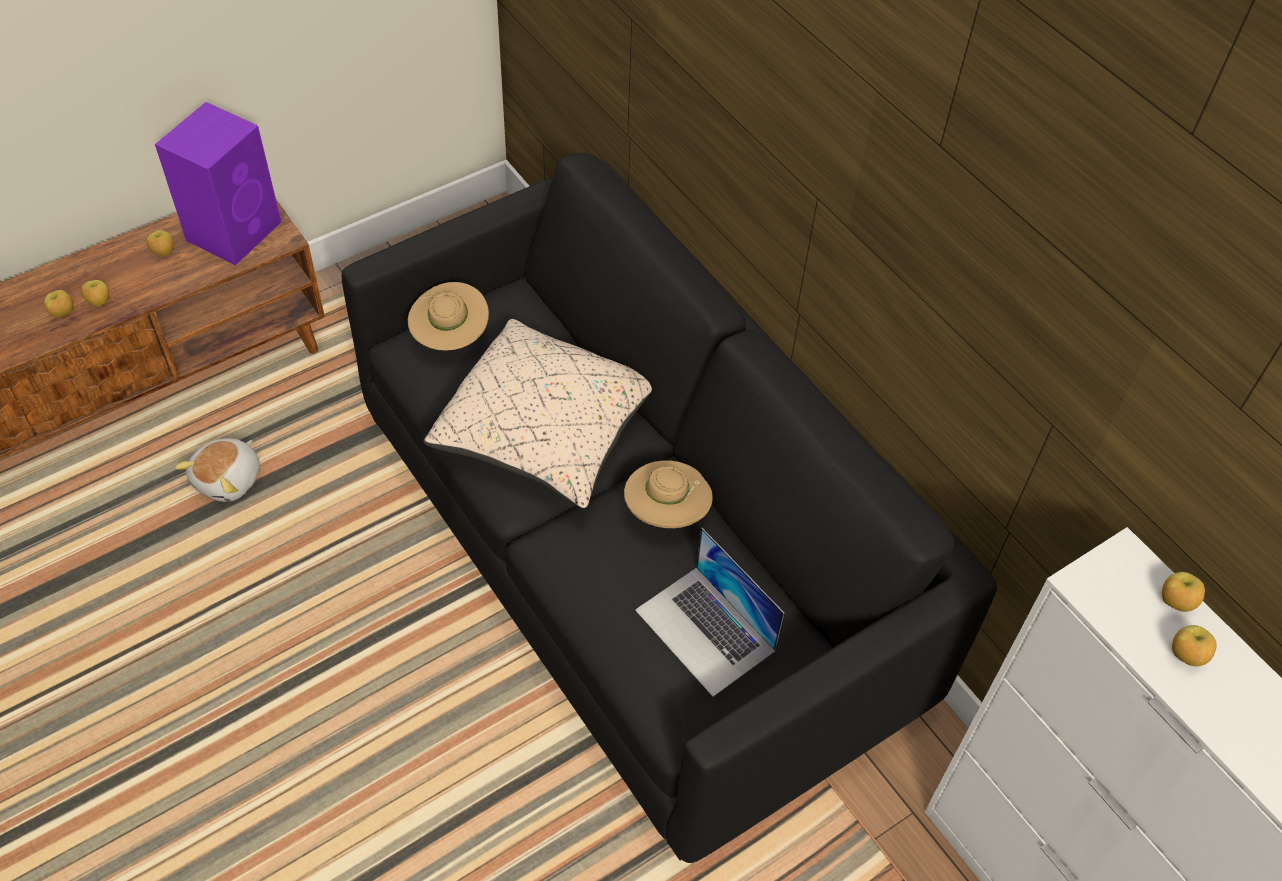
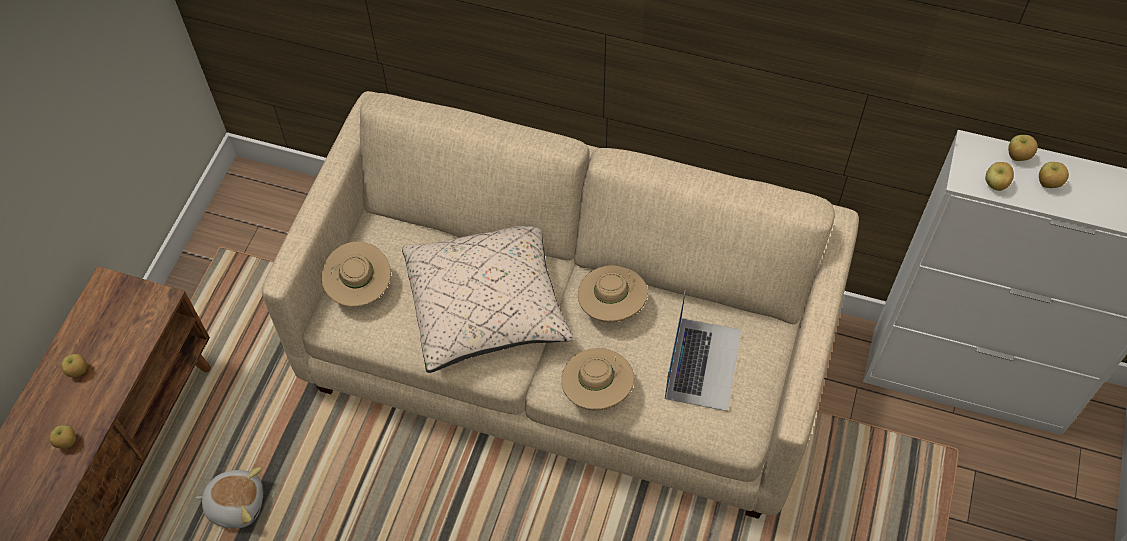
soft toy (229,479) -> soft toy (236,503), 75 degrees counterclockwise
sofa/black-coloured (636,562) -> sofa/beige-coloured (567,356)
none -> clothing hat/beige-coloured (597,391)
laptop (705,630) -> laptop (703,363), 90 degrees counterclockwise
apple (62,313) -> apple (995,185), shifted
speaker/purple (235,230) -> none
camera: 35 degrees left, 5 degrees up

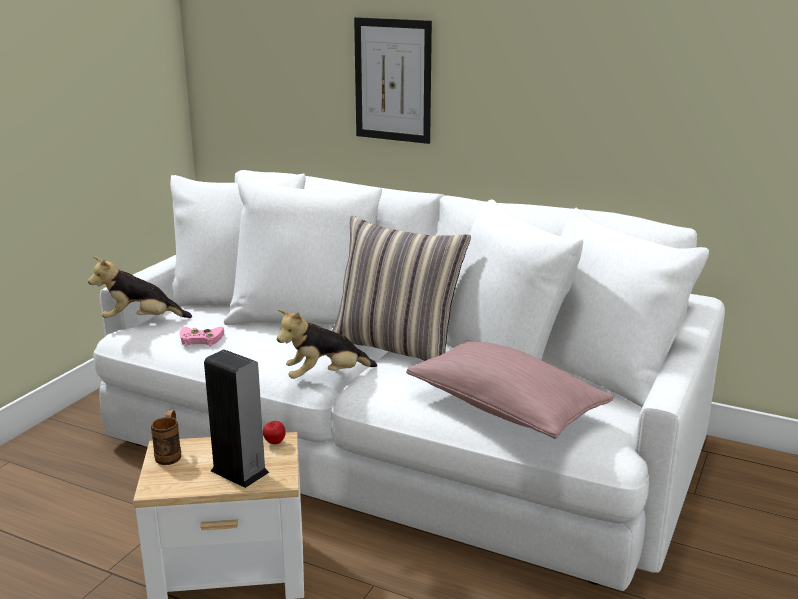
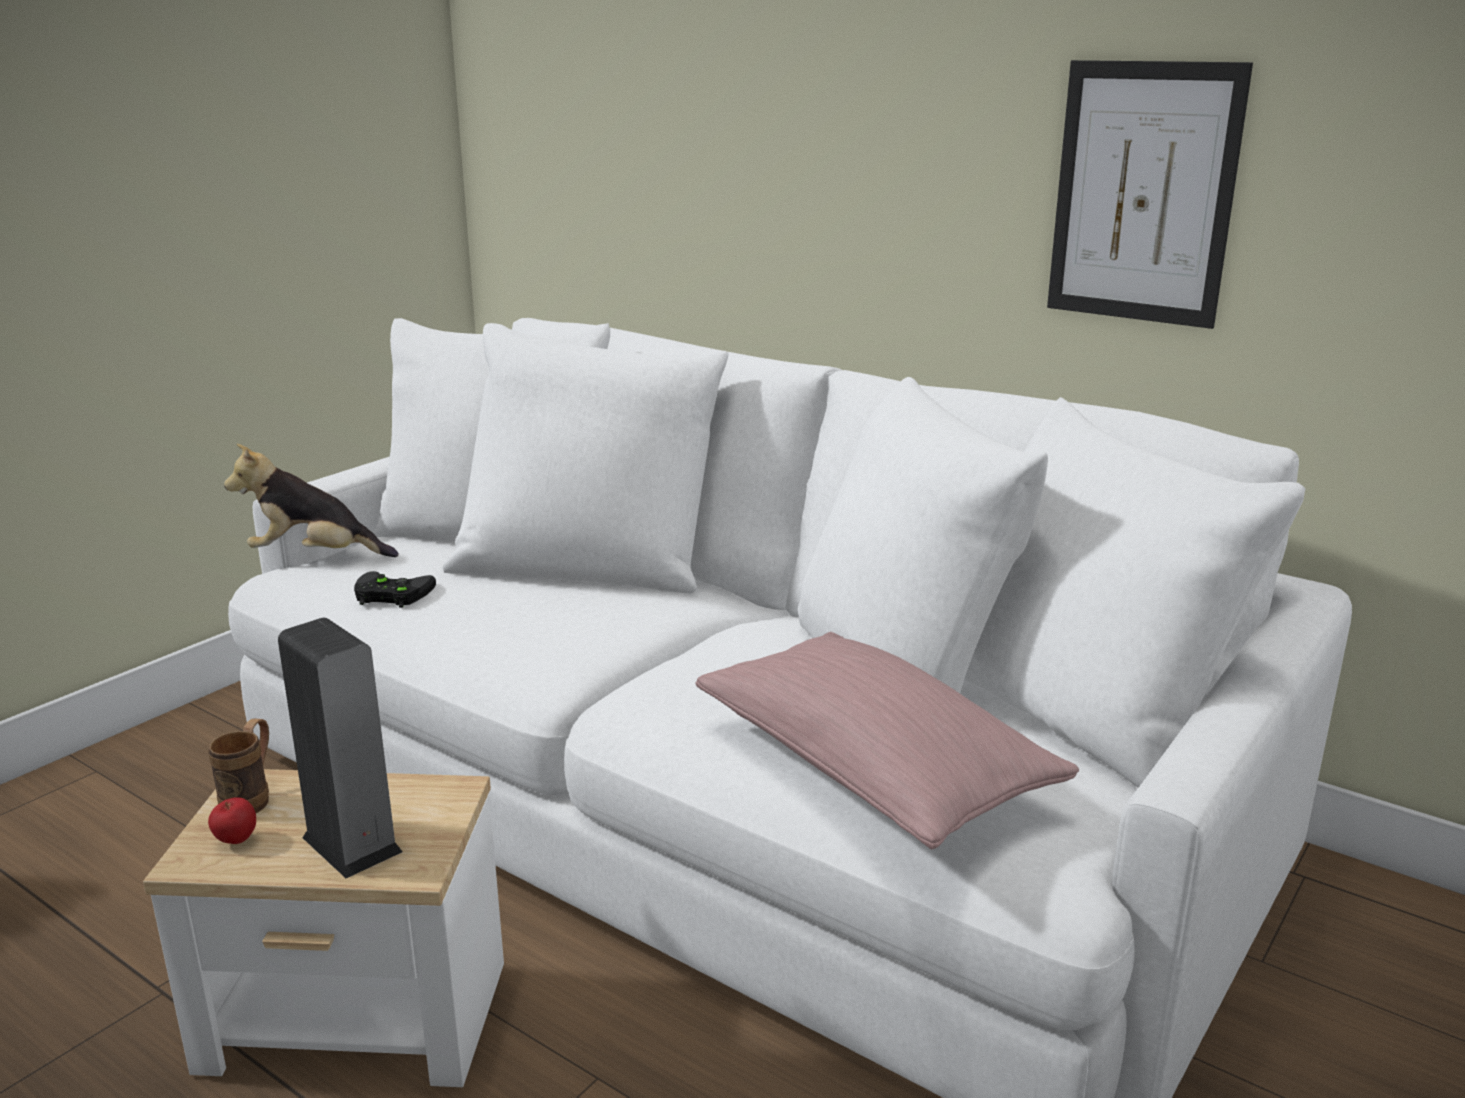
apple (274,443) -> apple (236,841), shifted
joypad/pinkish (199,339) -> joypad/black-coloured (390,594)
wall picture (393,80) -> wall picture (1143,194), shifted
soft toy (325,376) -> none
throw pillow (397,346) -> none
camera: 10 degrees right, 0 degrees up

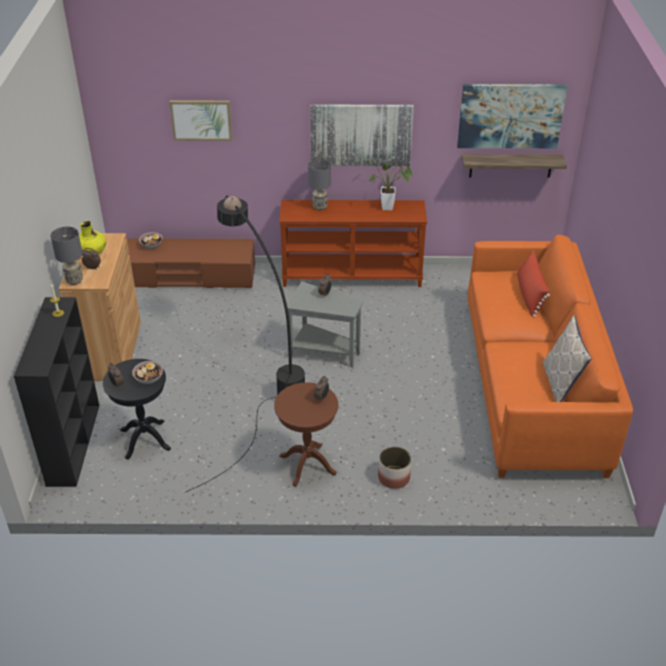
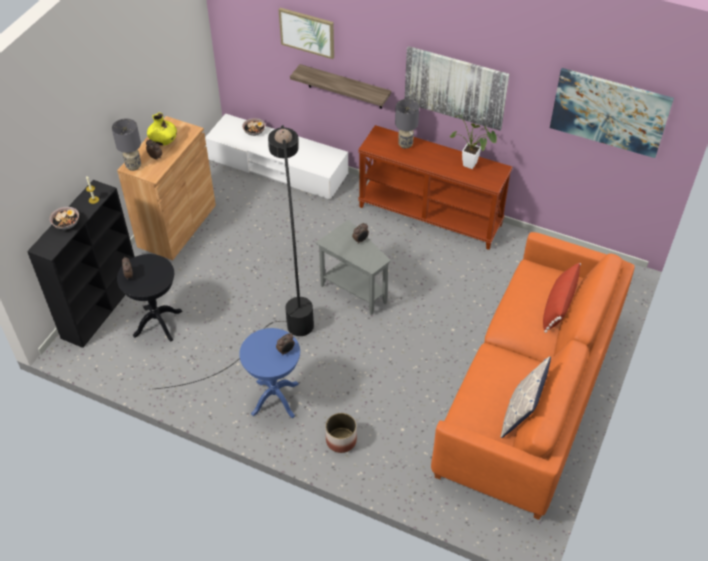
serving bowl (149,378) -> serving bowl (66,223), shifted
tv stand/brown-coloured (183,276) -> tv stand/white-coloured (277,167)
accent table/brown-coloured (307,464) -> accent table/bluish (275,399)
shelf (510,165) -> shelf (345,87), shifted
camera: 25 degrees right, 10 degrees up

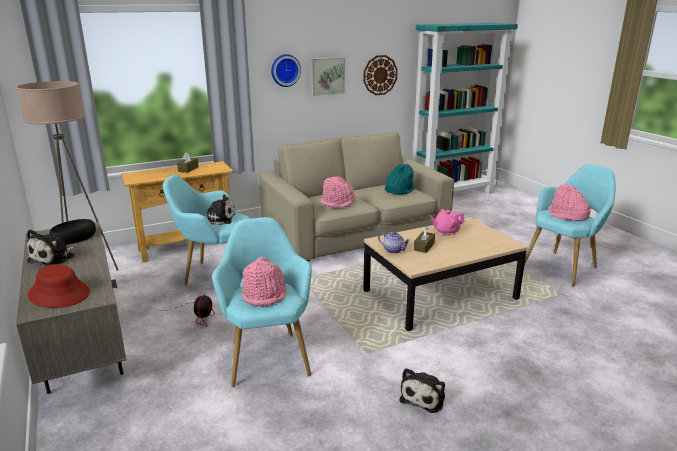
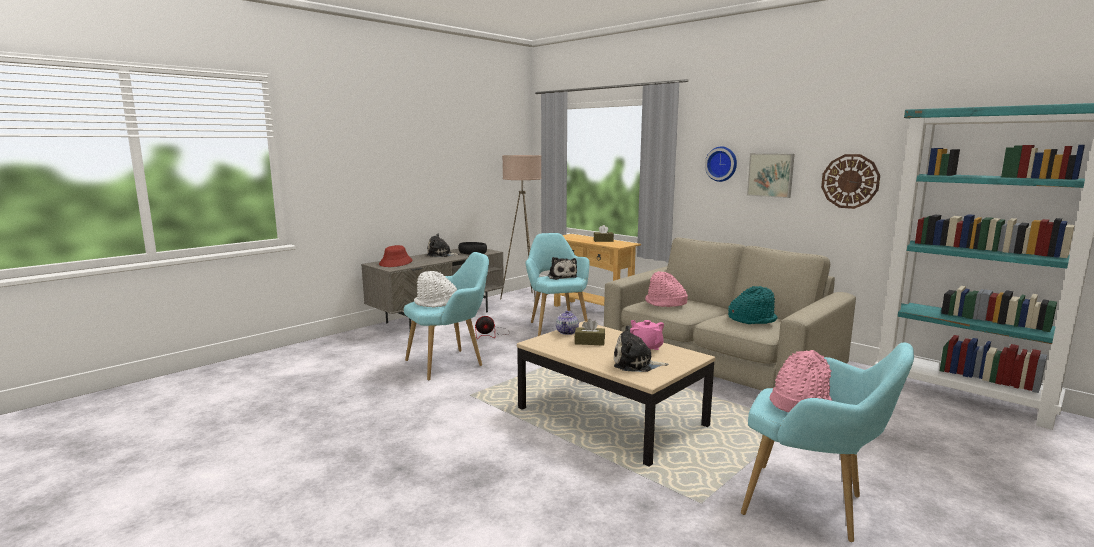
clothing hat/pinkish (264,295) -> clothing hat/white-coloured (436,303)
soft toy (424,397) -> soft toy (636,364), shifted
camera: 70 degrees right, 10 degrees down

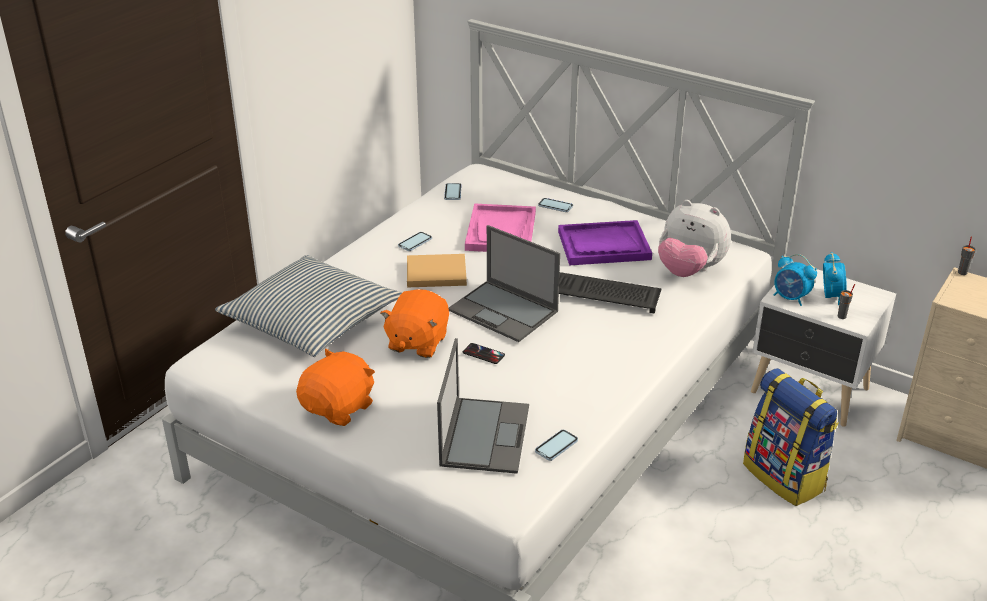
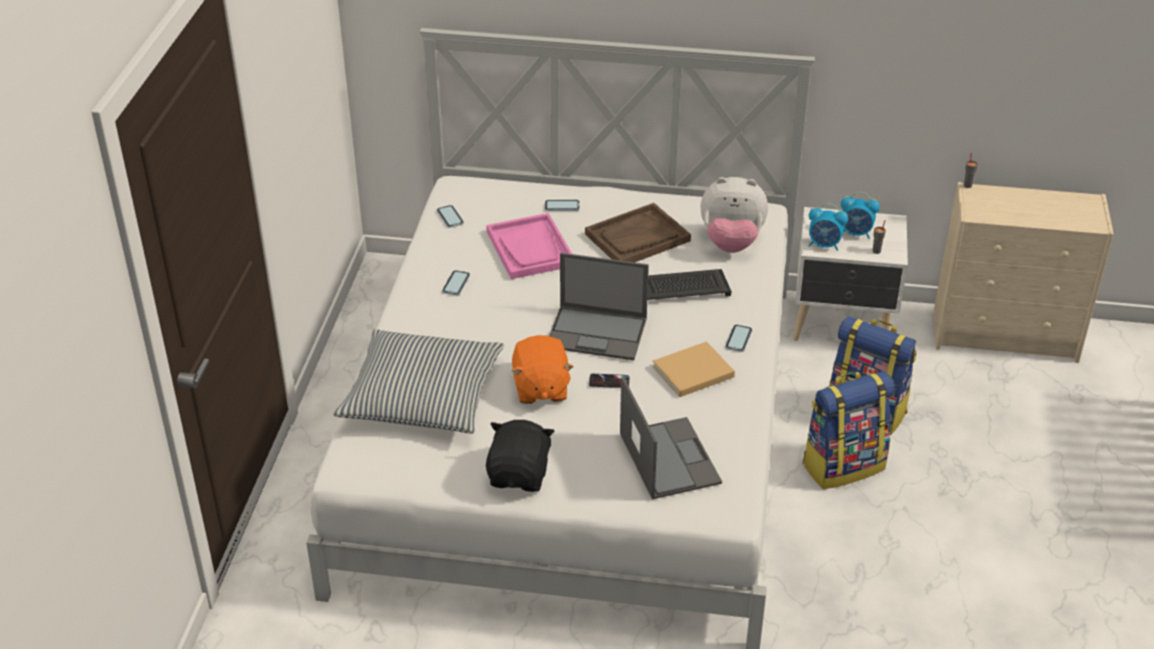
soft toy/orange-coloured (339,408) -> soft toy/black-coloured (520,475)
carrying tray/purple (603,245) -> carrying tray/brown-coloured (637,238)
book/beige-coloured (434,273) -> book/beige-coloured (691,372), shifted
handset (556,446) -> handset (738,339), shifted
none -> knapsack (843,465)
alarm clock (831,296) -> alarm clock (856,233), 120 degrees clockwise
camera: 25 degrees left, 5 degrees up

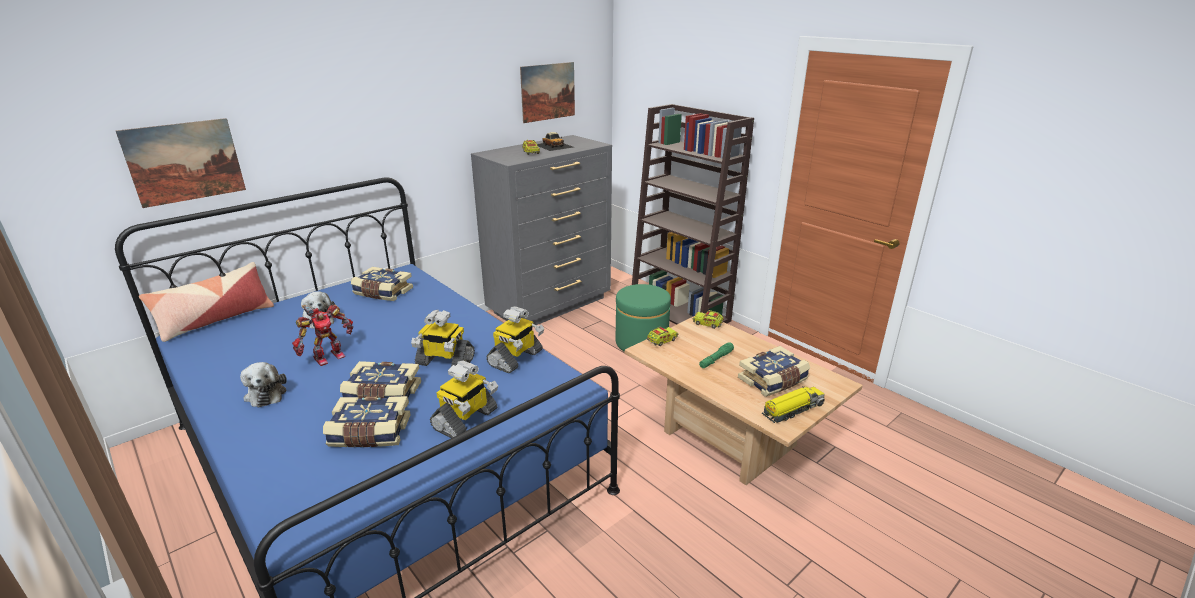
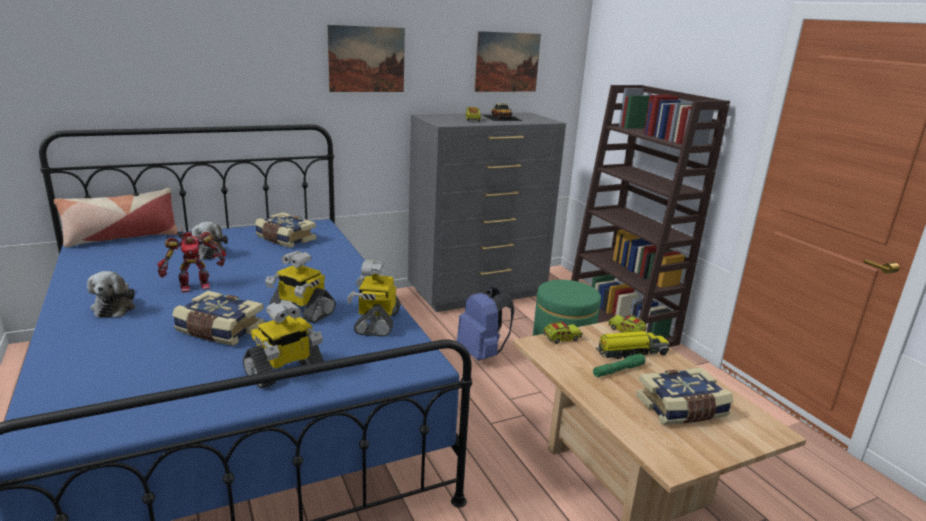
wall picture (185,162) -> wall picture (366,59), shifted
model robot (516,359) -> model robot (376,322), 135 degrees clockwise
none -> knapsack/bluish (482,354)
toy truck (792,410) -> toy truck (631,352), shifted
book (370,433) -> none
camera: 15 degrees right, 5 degrees down

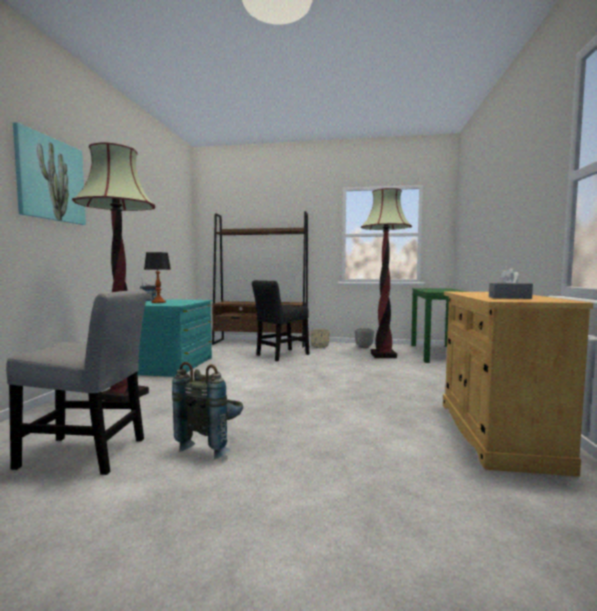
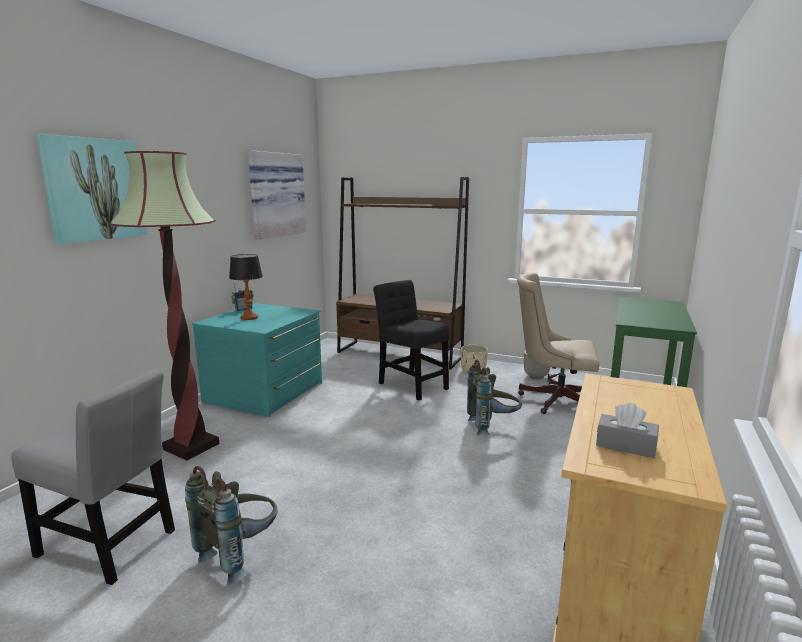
none -> wall picture (275,195)
upright chair/black-coloured (281,355) -> upright chair/black-coloured (411,385), 75 degrees clockwise
none -> knapsack/grey (493,427)
standard lamp (383,355) -> desk chair/beige-coloured (553,399)
camera: 15 degrees right, 10 degrees up

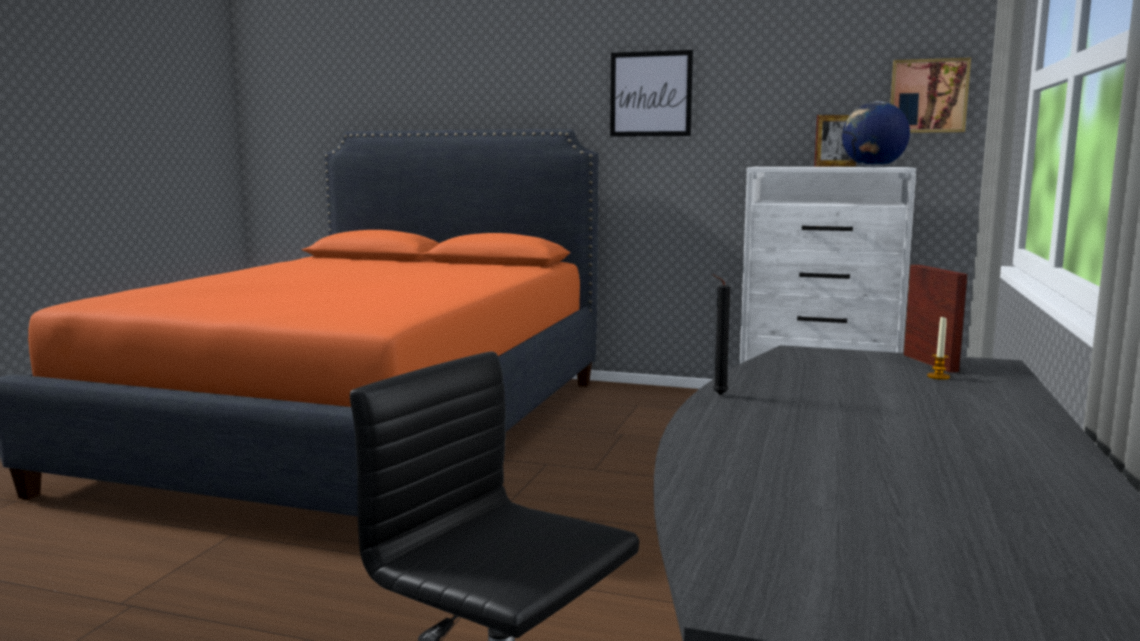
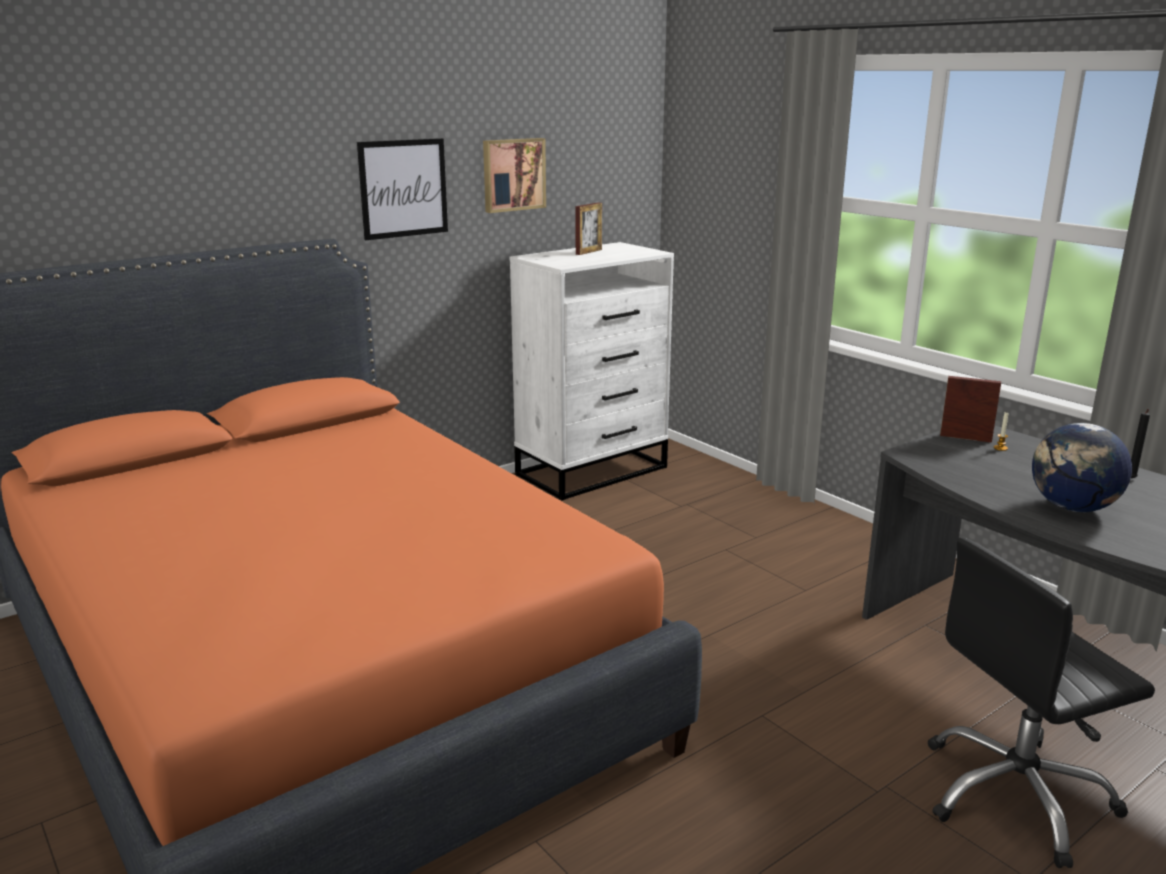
wall picture (928,96) -> wall picture (513,174), shifted
world globe (873,167) -> world globe (1072,508), shifted
wax light/black-coloured (717,395) -> wax light/black-coloured (1131,479), shifted
camera: 55 degrees left, 10 degrees up

